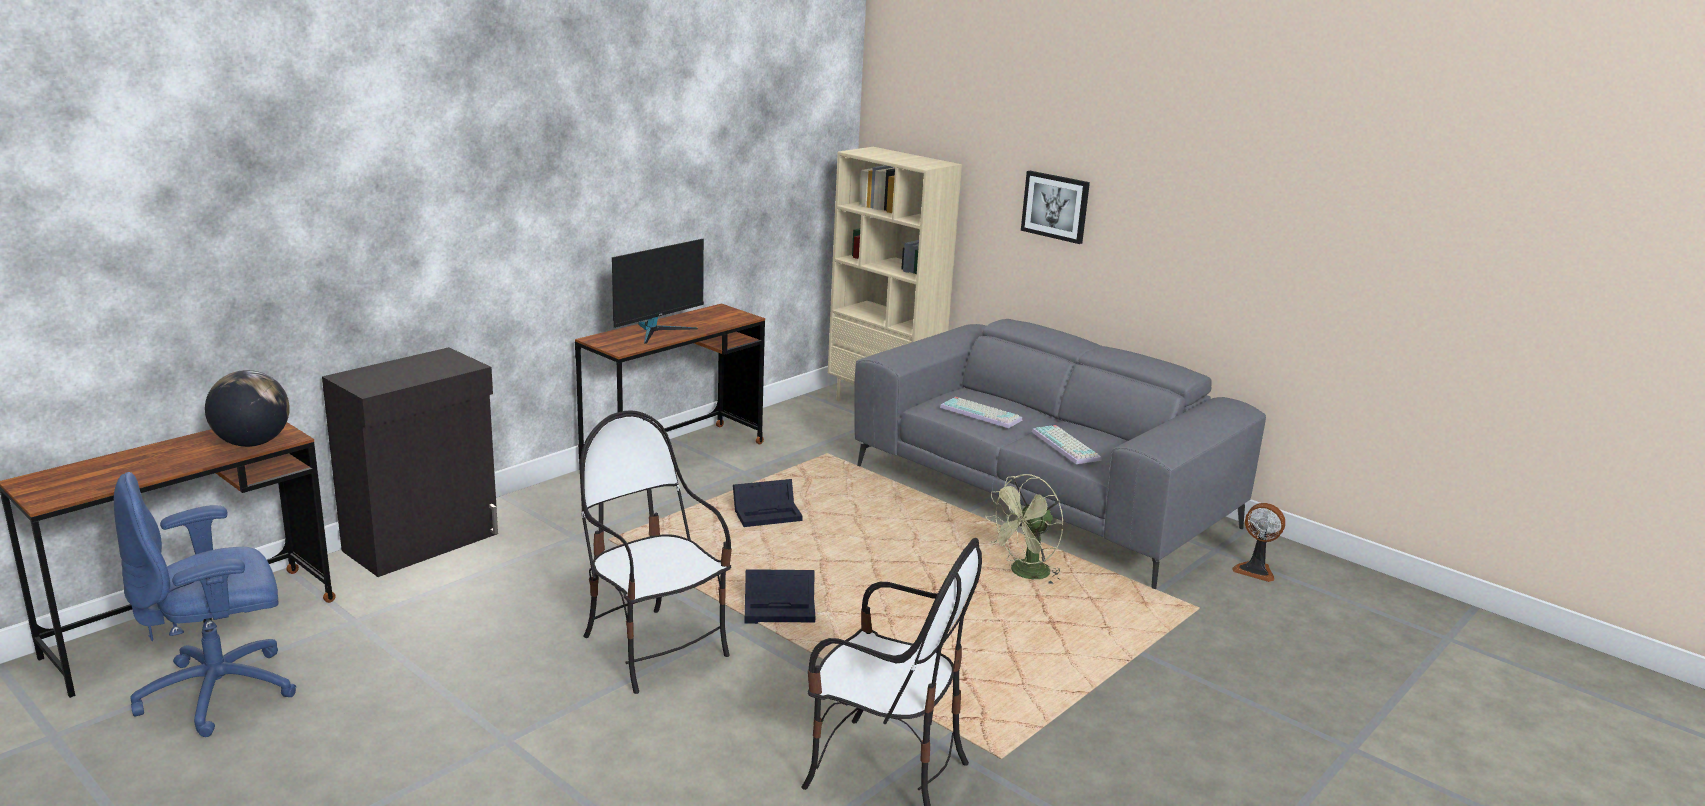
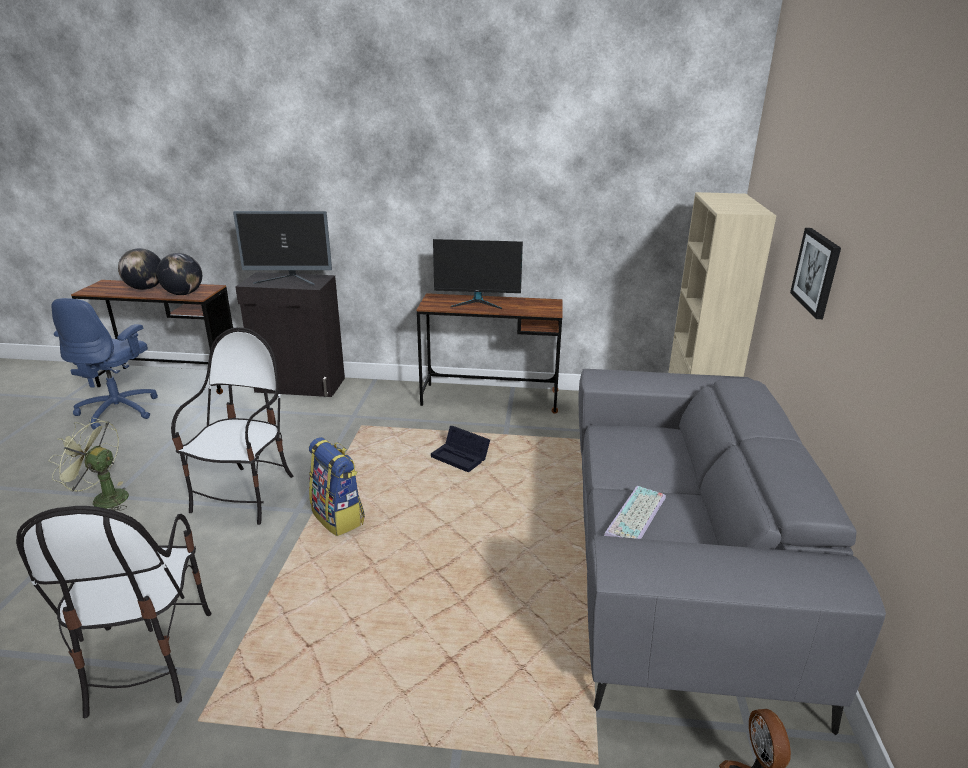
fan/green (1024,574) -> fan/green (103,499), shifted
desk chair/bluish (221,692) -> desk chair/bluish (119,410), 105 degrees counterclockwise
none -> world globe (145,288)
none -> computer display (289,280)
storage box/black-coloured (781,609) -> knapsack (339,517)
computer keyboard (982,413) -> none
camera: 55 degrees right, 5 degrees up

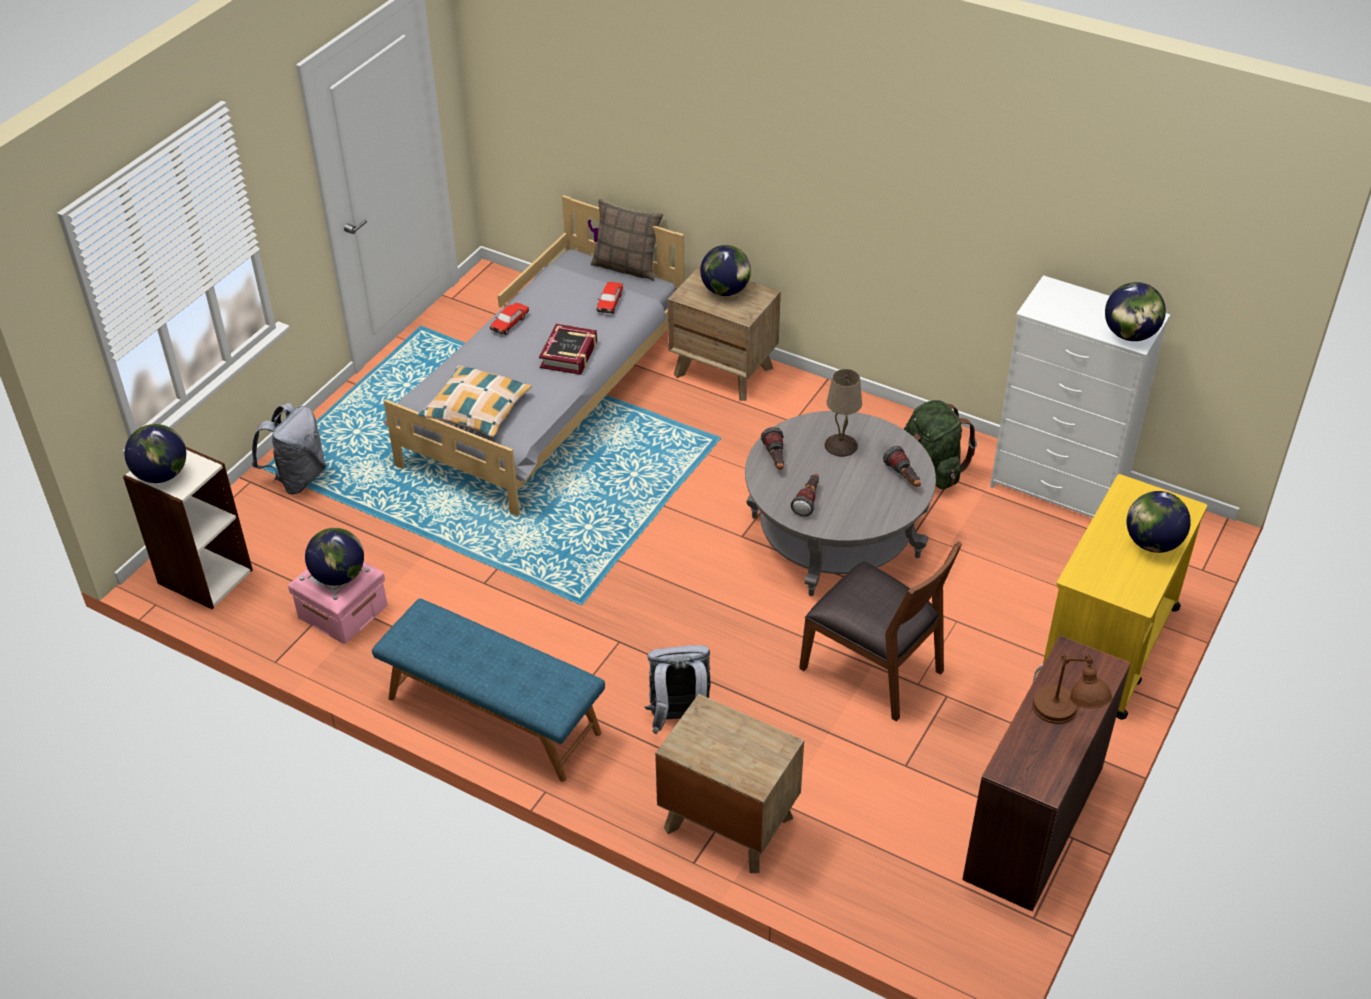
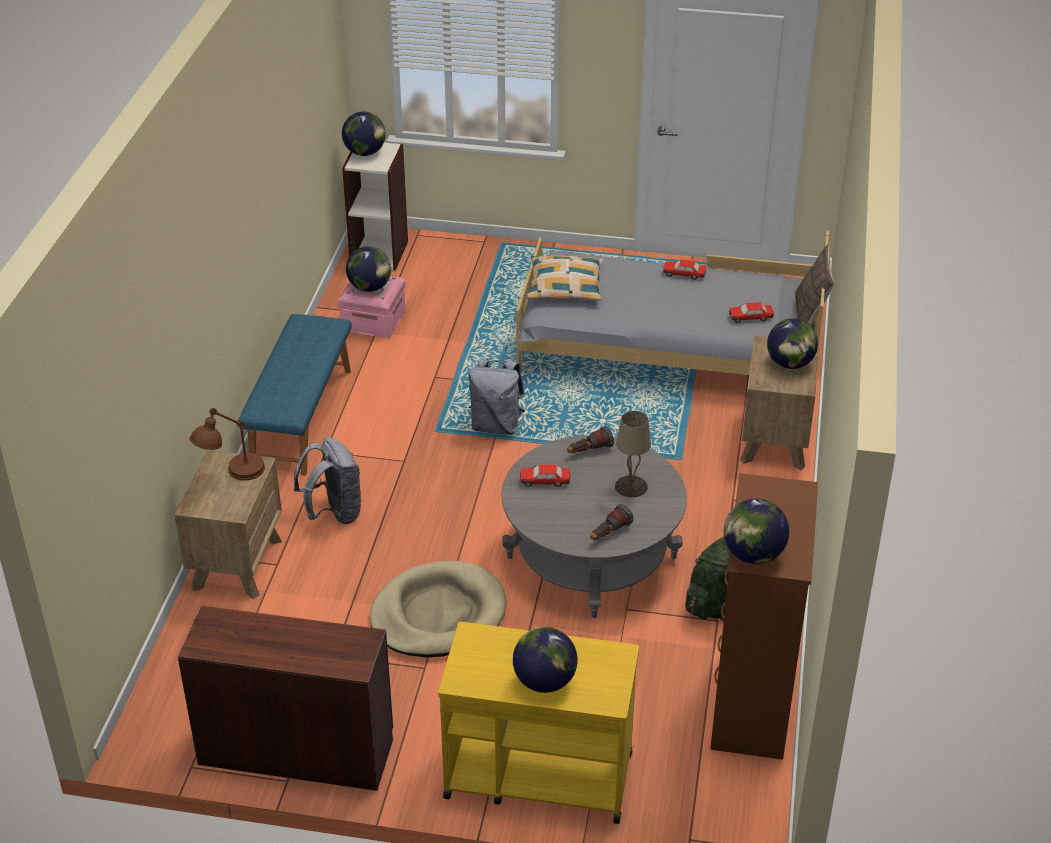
table lamp/brown-coloured (1065,721) -> table lamp/brown-coloured (232,475), shifted
upright chair/brown-coloured (874,668) -> dog cushion/beige-coloured (438,614)
knapsack/grey (298,478) -> knapsack/grey (496,426), shifted
flashlight (808,500) -> toy car (545,481)
dresser/white-coloured (1059,489) -> dresser/brown-coloured (750,704)
book (569,355) -> none
camera: 70 degrees right, 5 degrees down

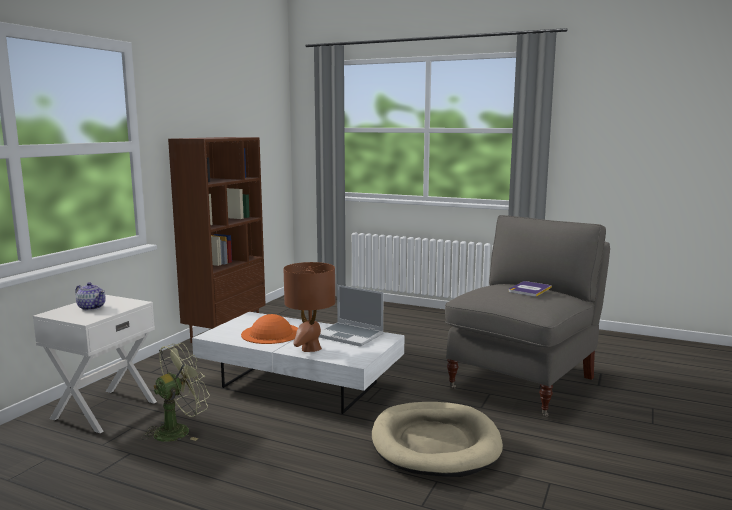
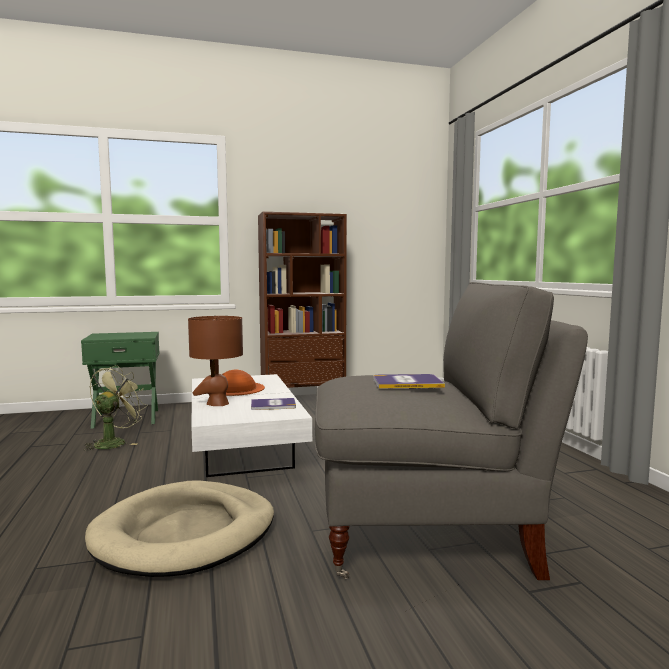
bedside table/white-coloured (103,409) -> bedside table/green (126,418)
fan/green (178,430) -> fan/green (114,442), 75 degrees counterclockwise
laptop (350,335) -> book (273,405)
tea pot (91,307) -> none
camera: 50 degrees right, 5 degrees down

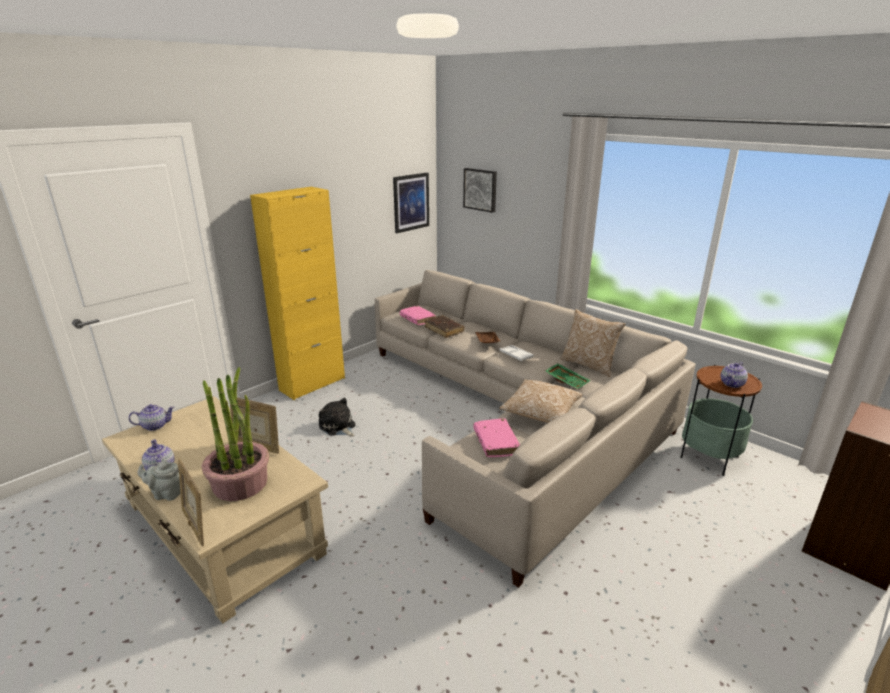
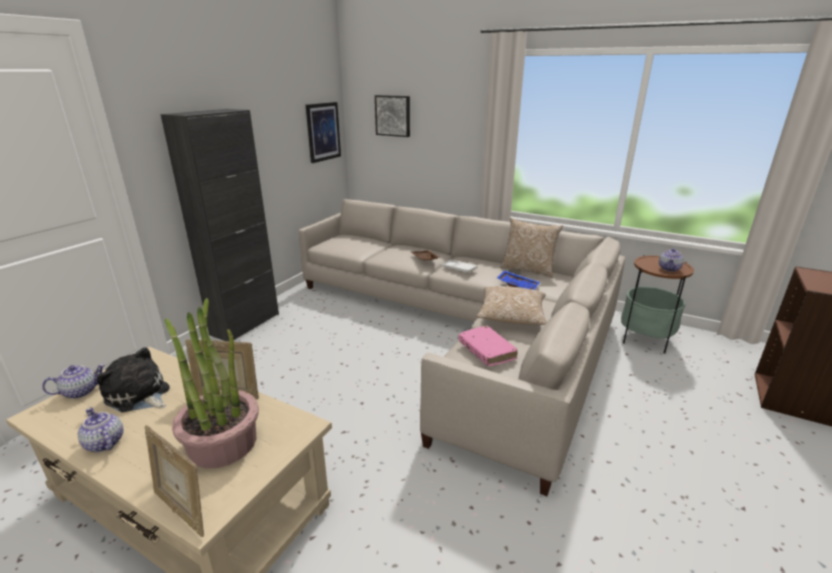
soft toy (338,427) -> soft toy (139,395), shifted
cabinet/yellow-coloured (312,384) -> cabinet/black-coloured (245,324)
carrying tray/green (567,380) -> carrying tray/bluish (517,285)
tea pot/grey (166,494) -> none
book/pinkish (417,319) -> none
book/brown-coloured (444,330) -> none
camera: 15 degrees left, 0 degrees up

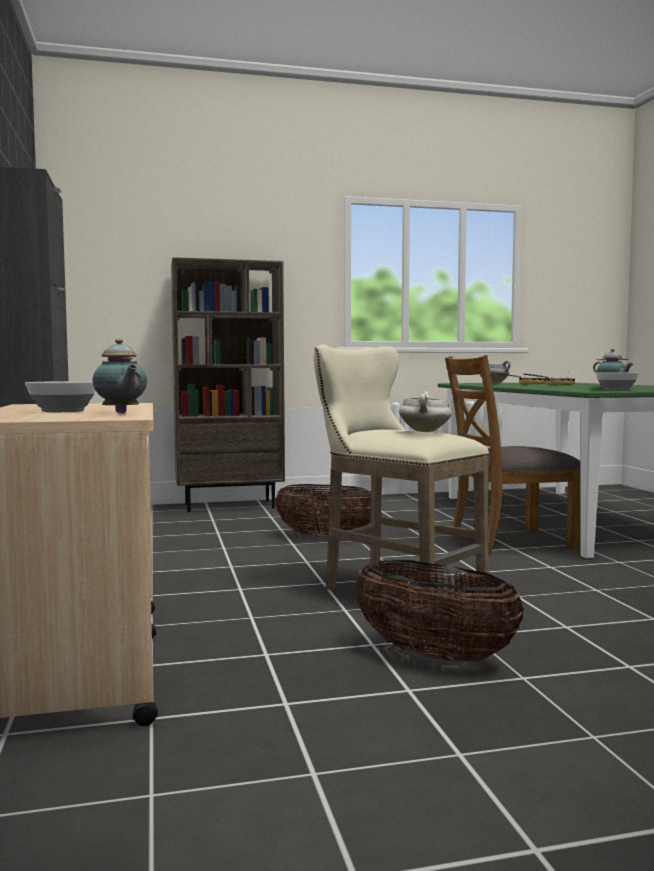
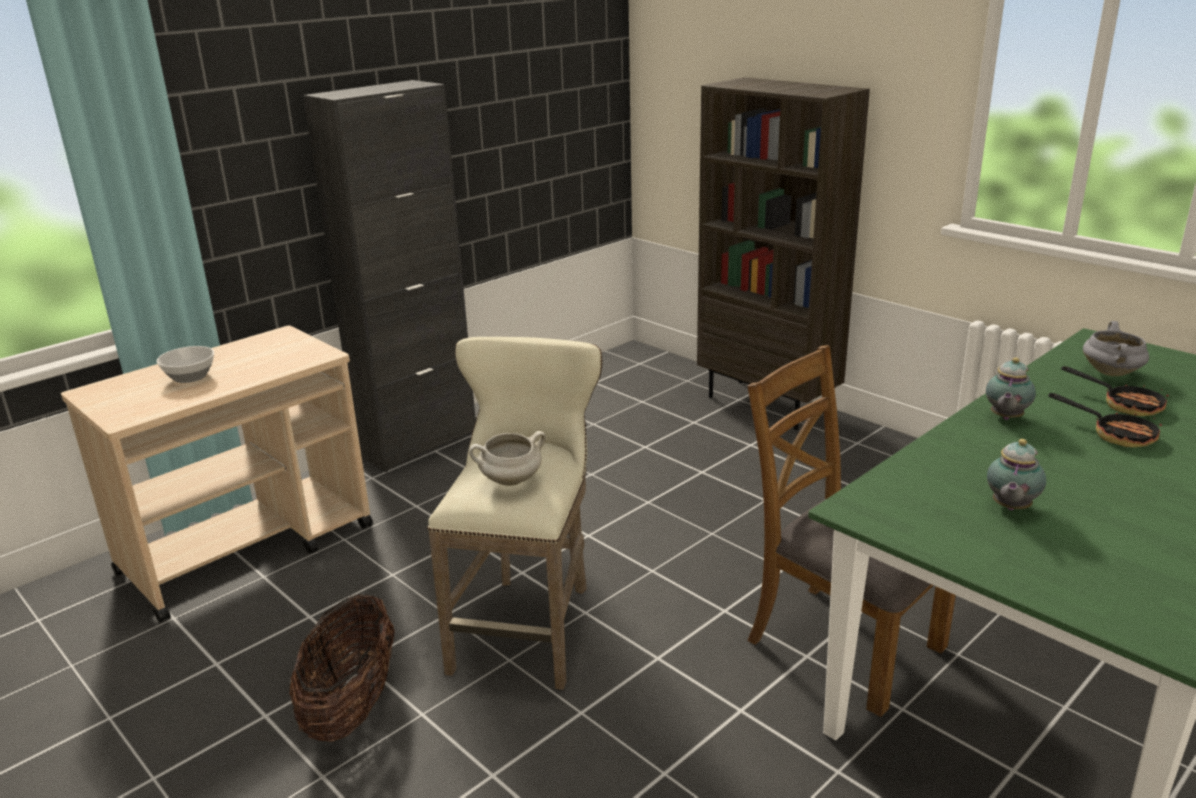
tea pot (121,413) -> tea pot (1005,418), shifted
storage basket (325,537) -> none
serving bowl (616,390) -> none
camera: 60 degrees right, 20 degrees up

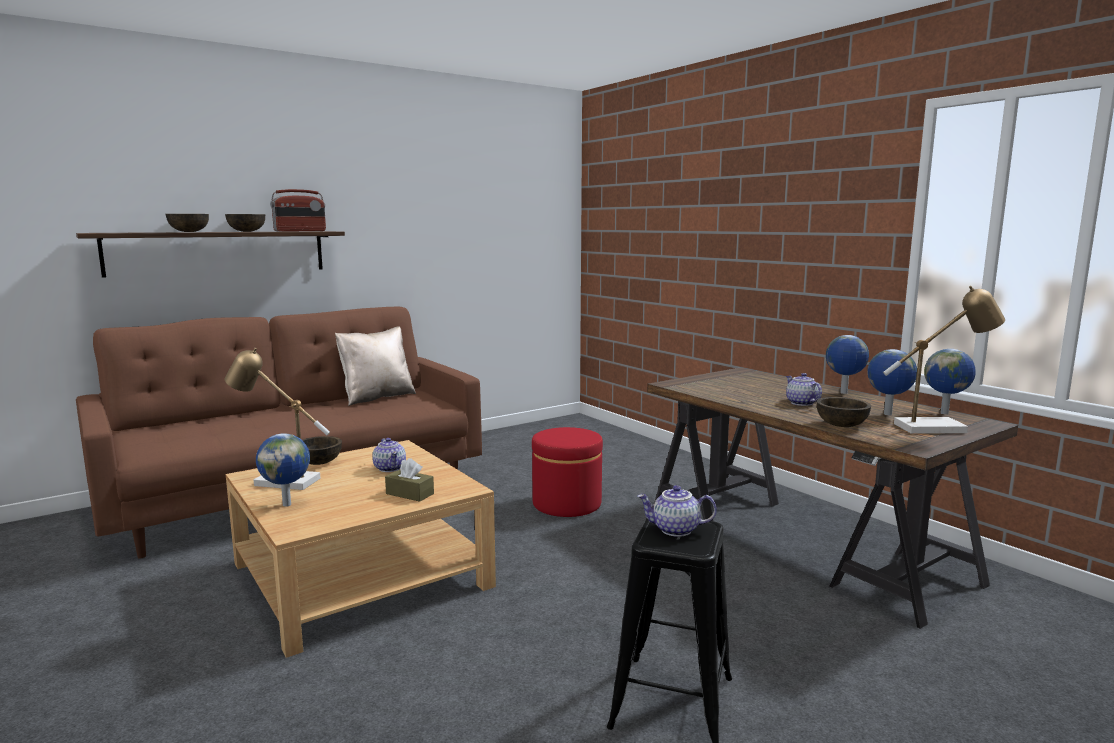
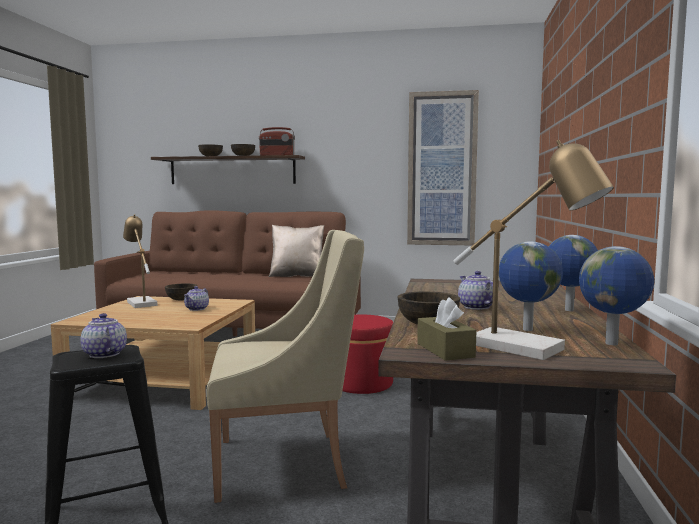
none -> armchair/beige-coloured (285,463)
none -> wall picture (442,169)
box of tissues/brown-coloured (410,494) -> box of tissues/brown-coloured (445,350), shifted
tea pot (800,403) -> tea pot (475,307), 45 degrees counterclockwise
world globe (287,504) -> none
camera: 45 degrees right, 5 degrees down

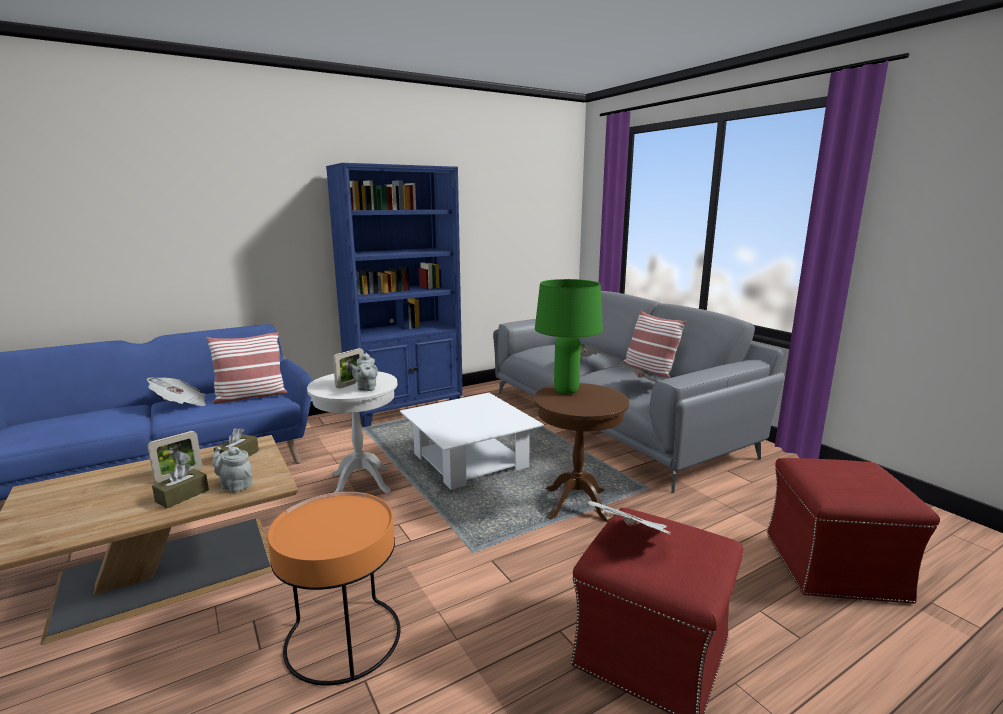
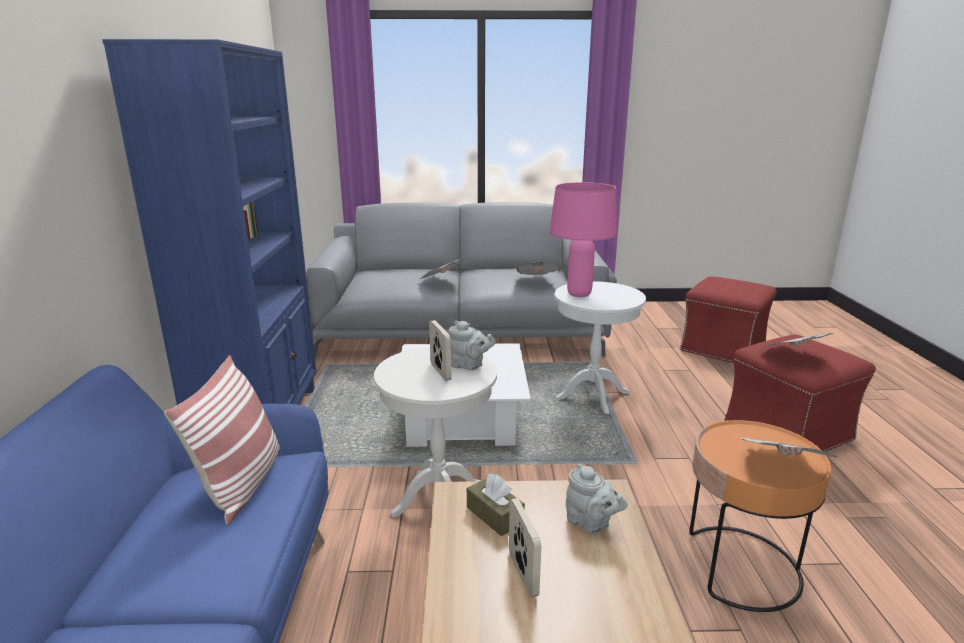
table lamp/green (565,391) -> table lamp/pinkish (578,294)
accent table/brown-coloured (576,504) -> accent table/white-coloured (592,395)
tea pot/grey (235,485) -> tea pot/grey (591,523), 105 degrees counterclockwise
daily paper (181,404) -> daily paper (782,467), shifted
box of tissues/brown-coloured (182,496) -> none
throw pillow (649,370) -> none
camera: 60 degrees left, 5 degrees up

